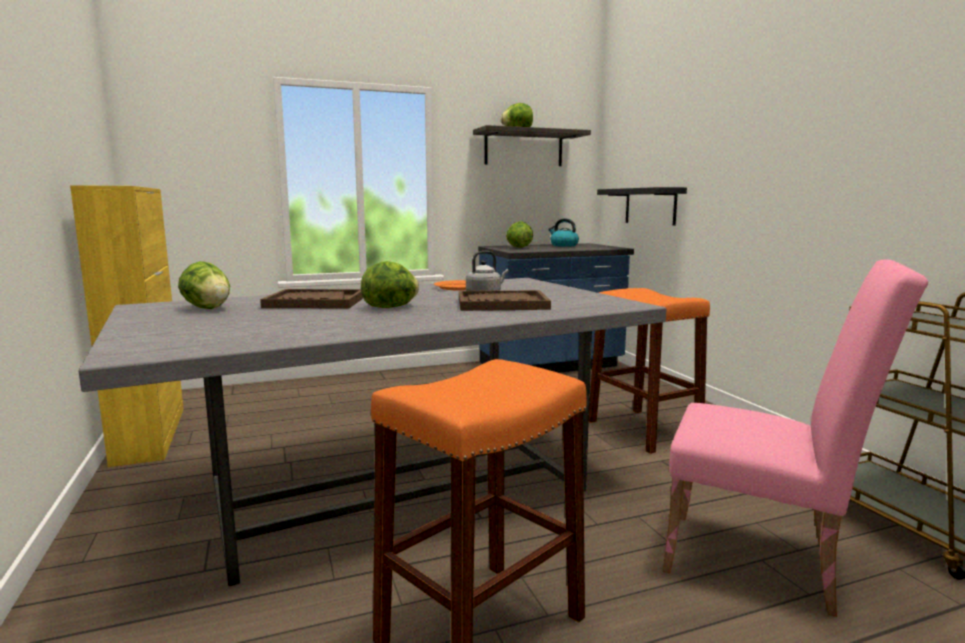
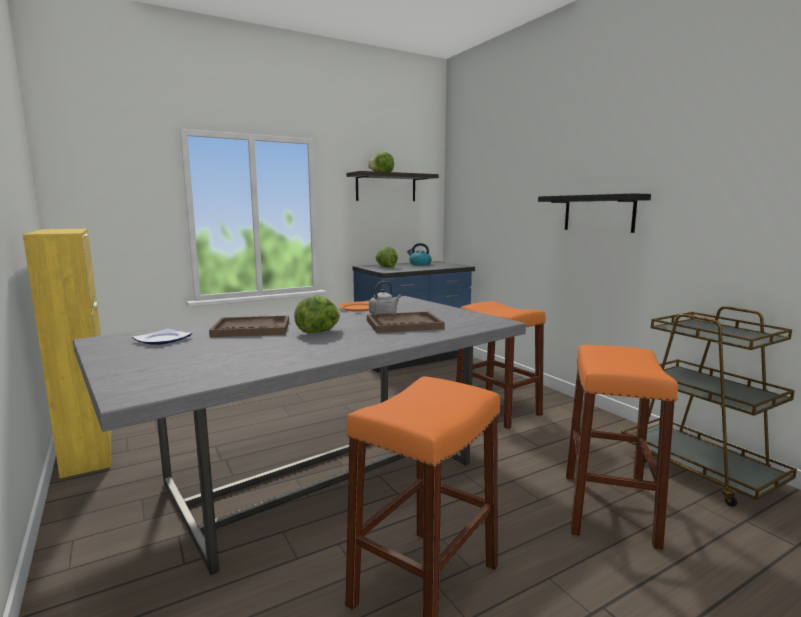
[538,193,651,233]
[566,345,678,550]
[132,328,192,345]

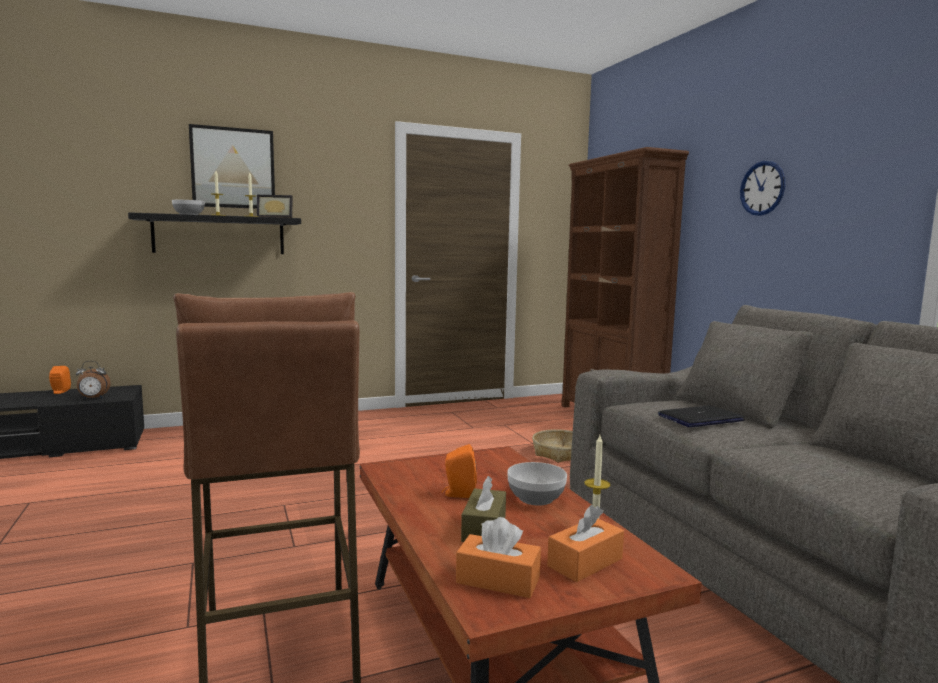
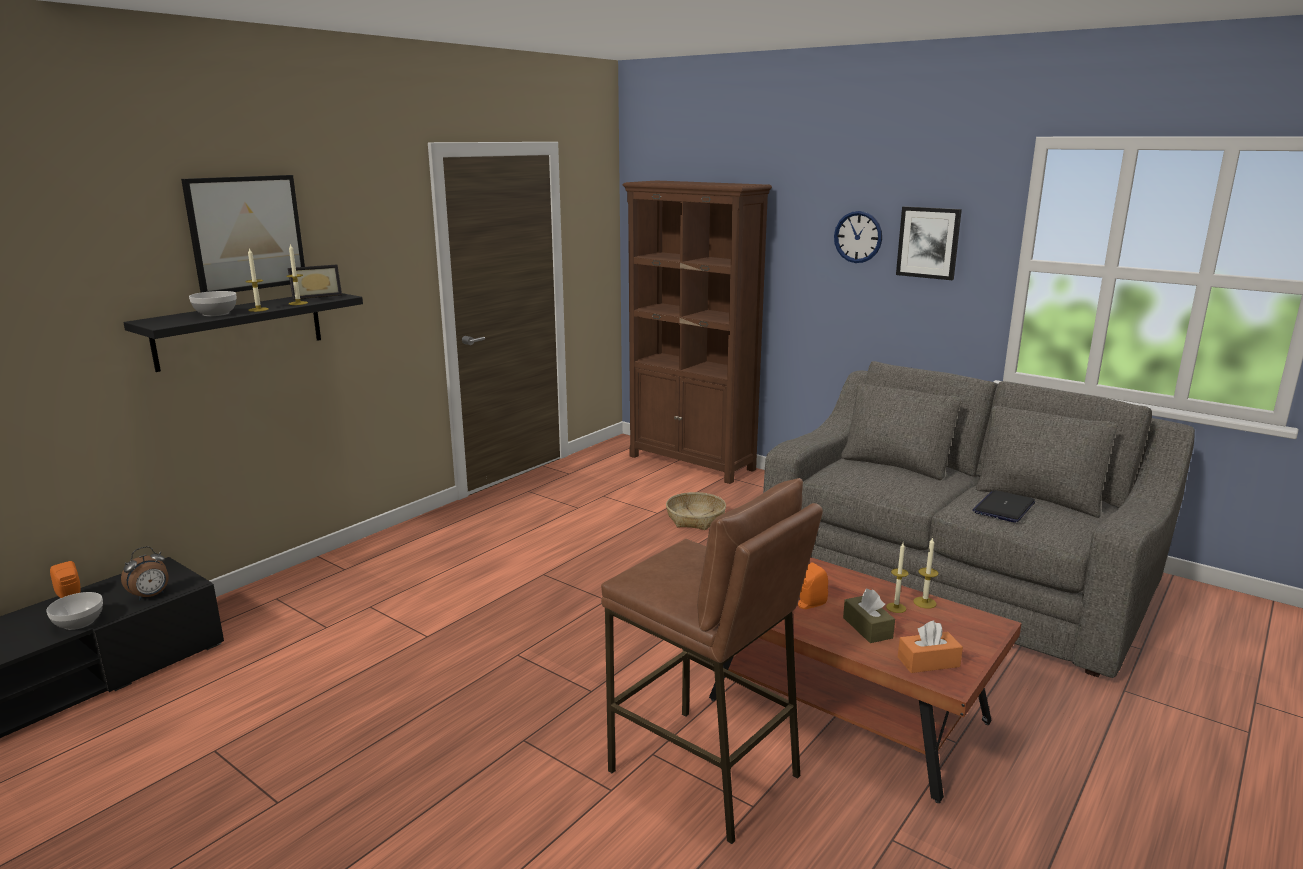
[972,490,1035,523]
[46,592,103,630]
[547,505,624,582] (first image)
[896,206,962,280]
[886,543,909,613]

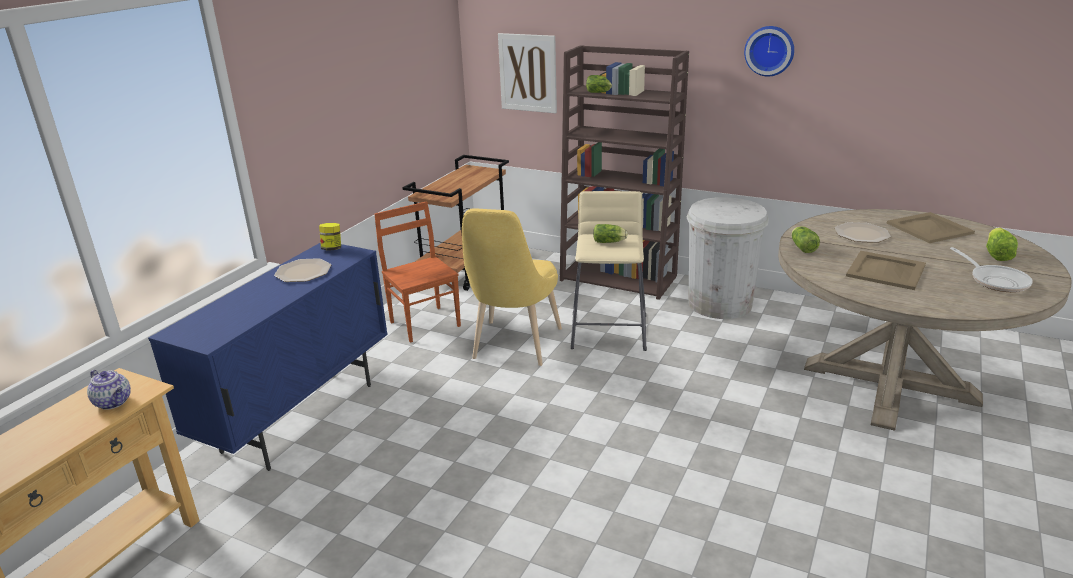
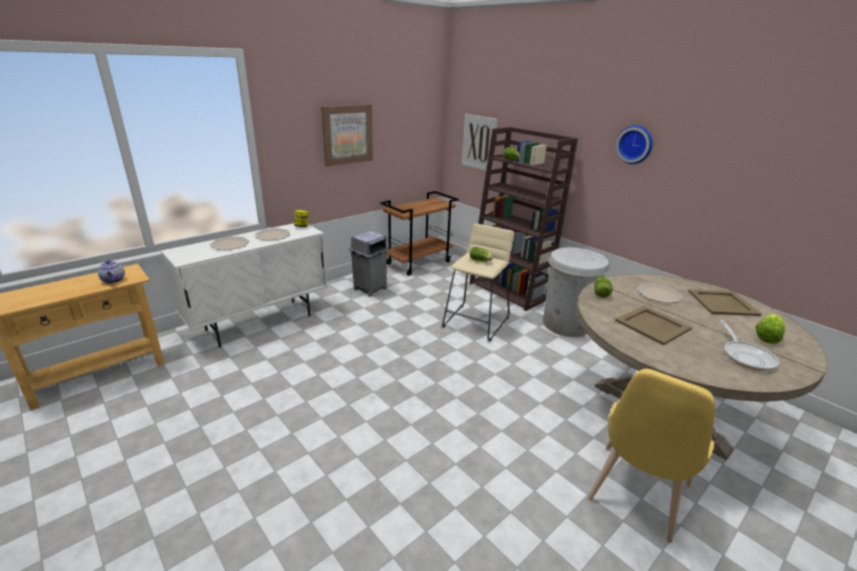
[349,231,389,297]
[587,369,715,543]
[161,223,328,348]
[321,104,373,166]
[210,236,249,250]

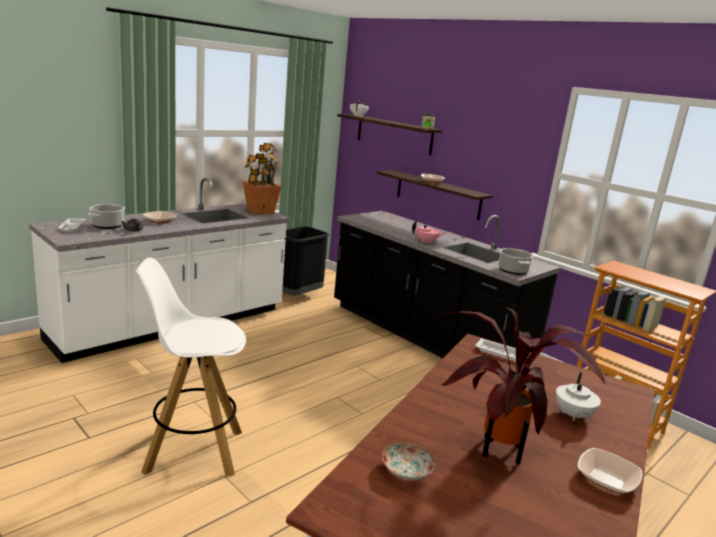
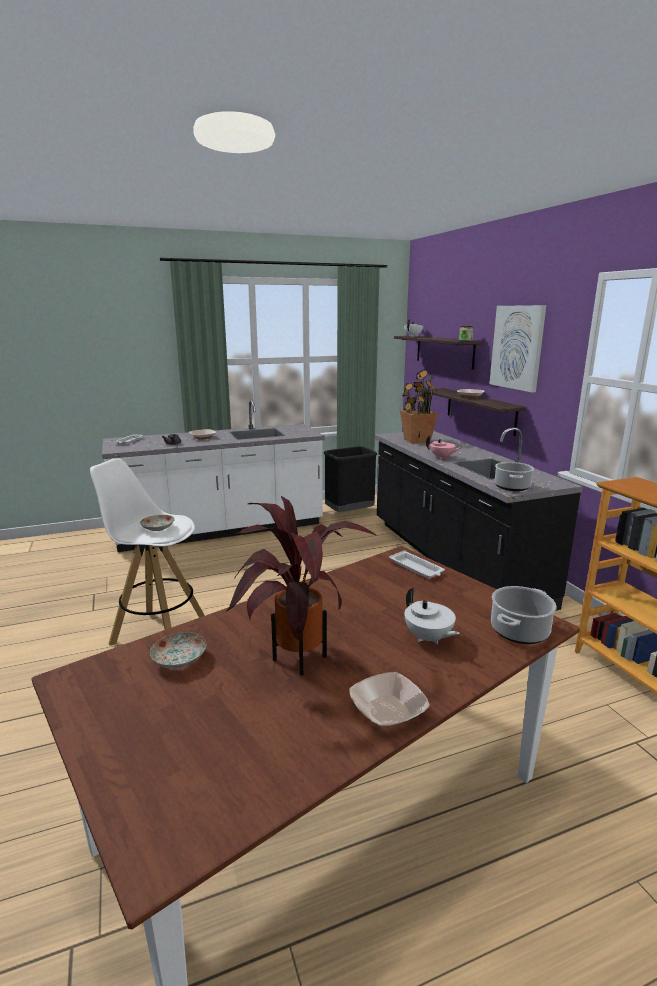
[400,370,438,444]
[491,586,557,644]
[405,588,459,644]
[489,305,546,392]
[140,515,175,531]

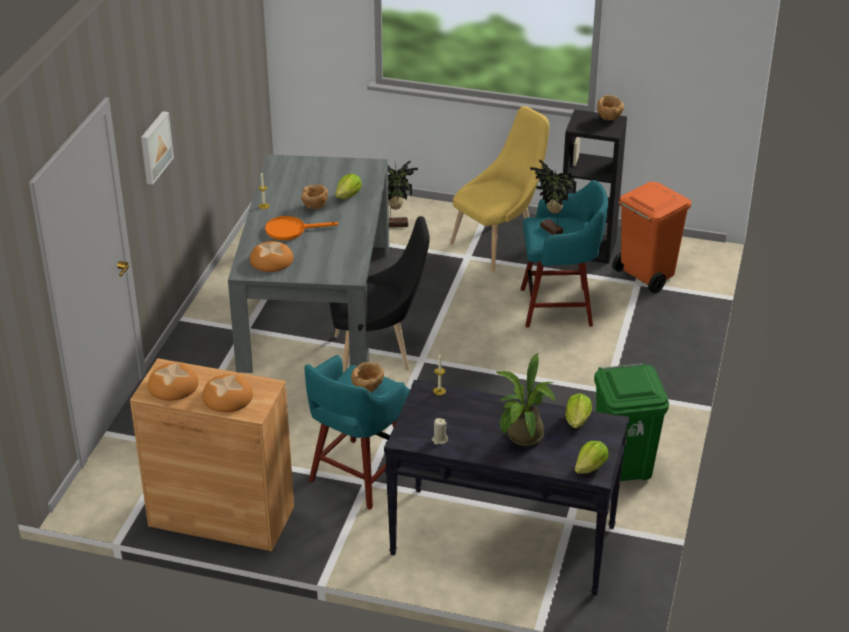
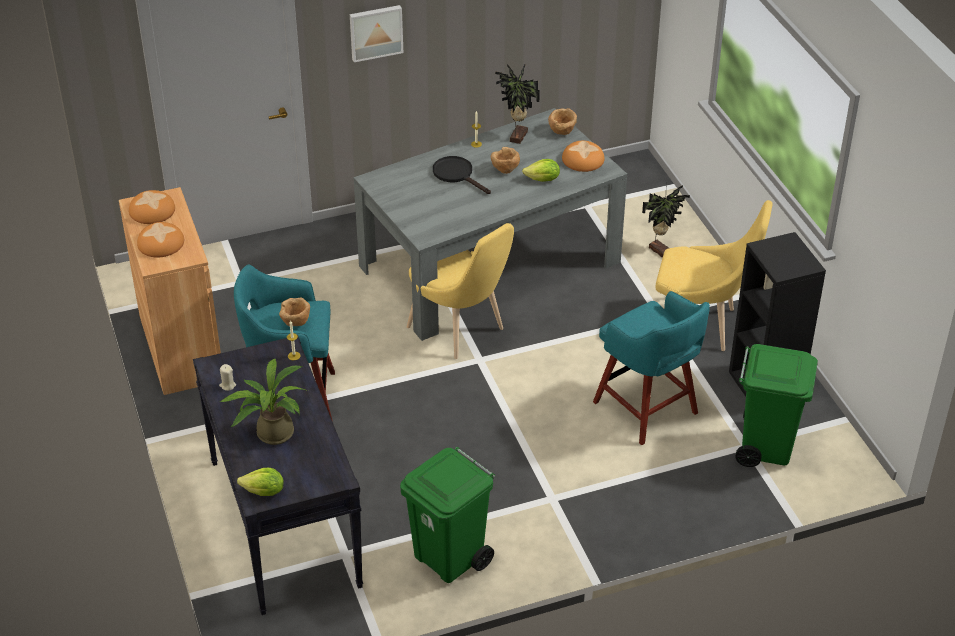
[548,108,577,135]
[495,63,540,144]
[735,344,818,467]
[433,156,491,194]
[407,223,514,359]
[562,141,605,172]
[565,393,592,428] (first image)

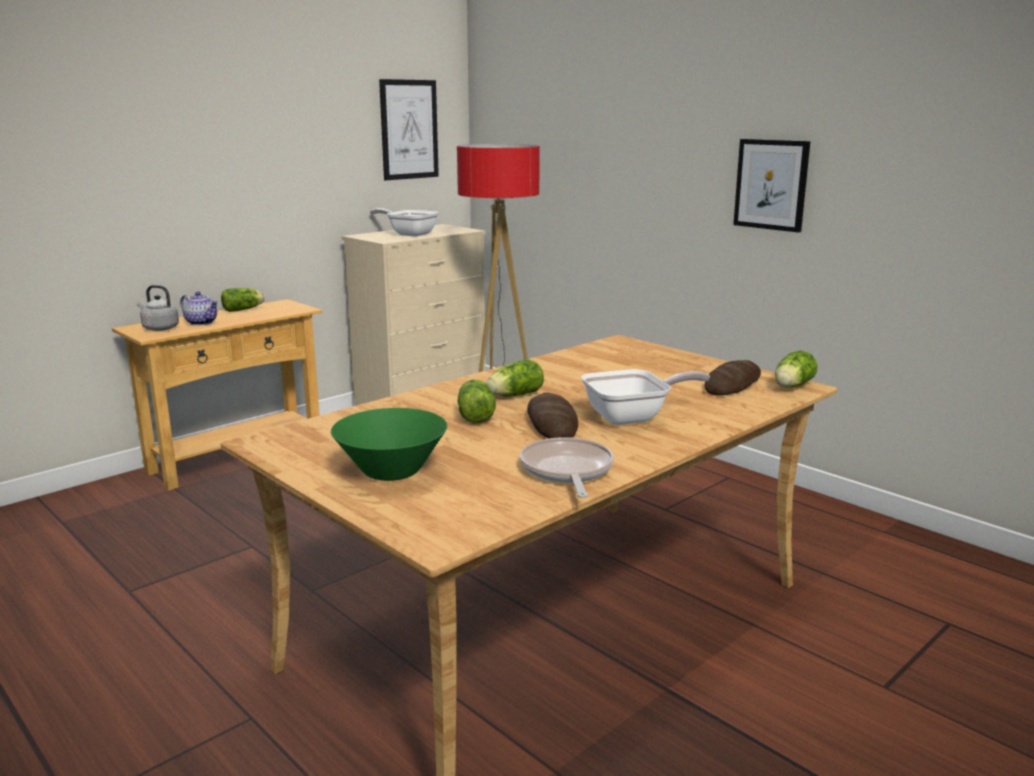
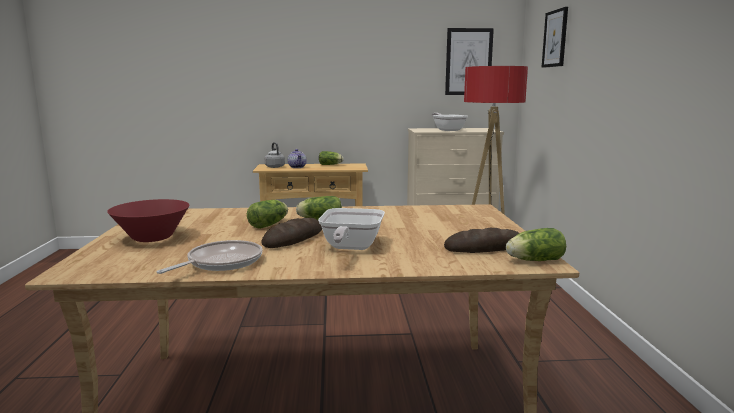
[541,7,568,68]
[318,208,385,250]
[107,199,190,242]

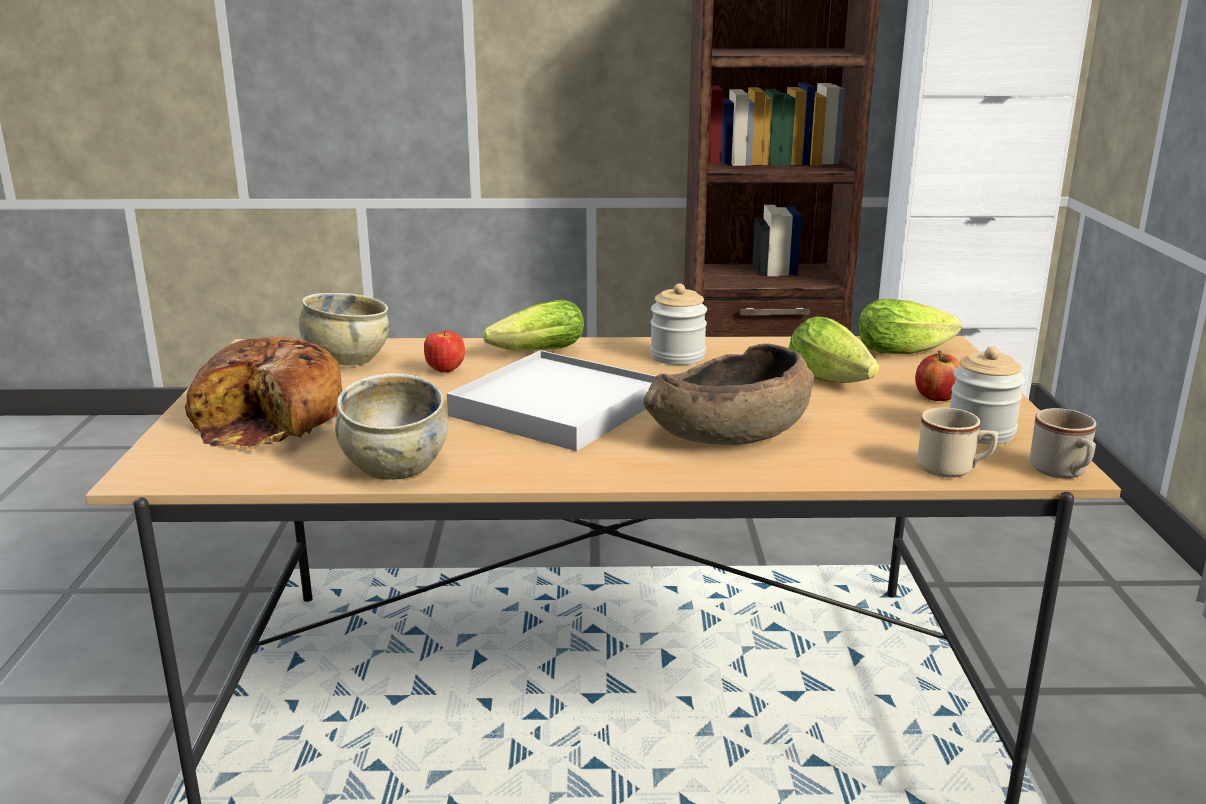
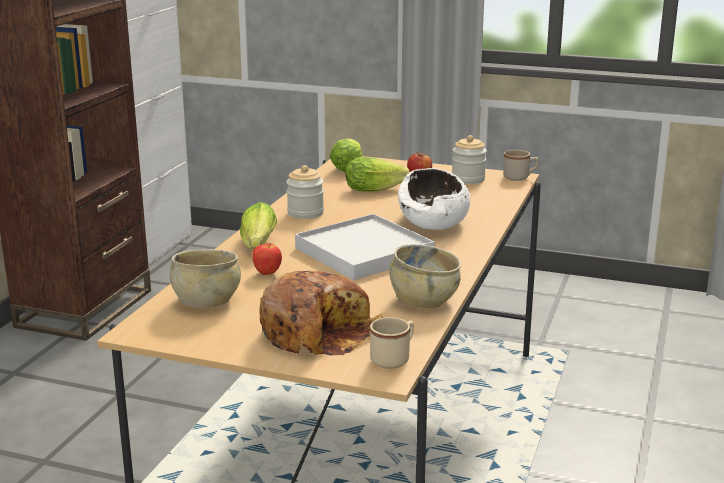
[398,168,470,230]
[370,317,414,369]

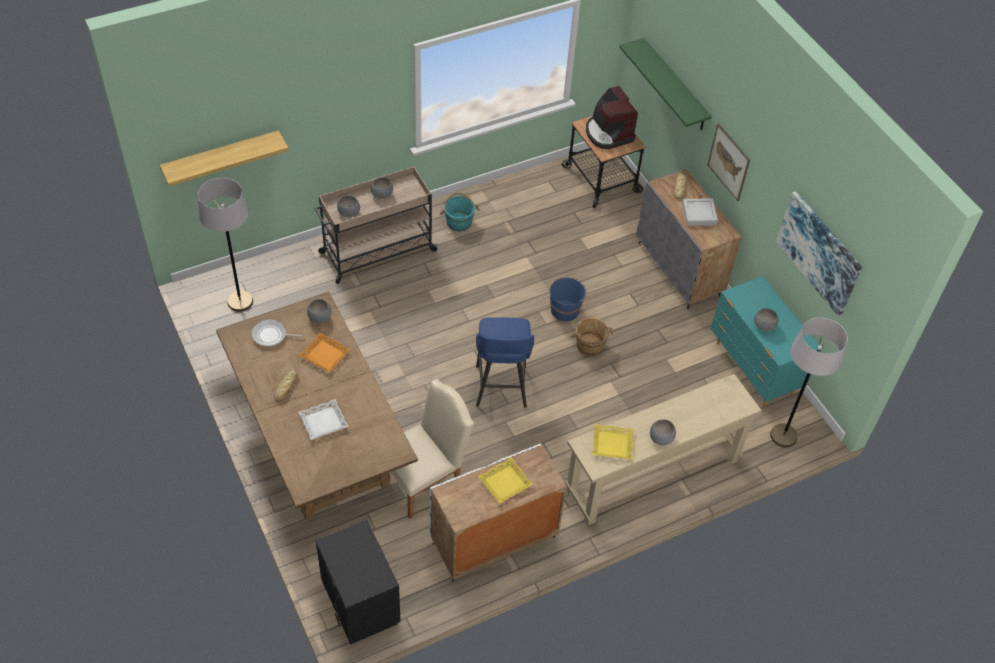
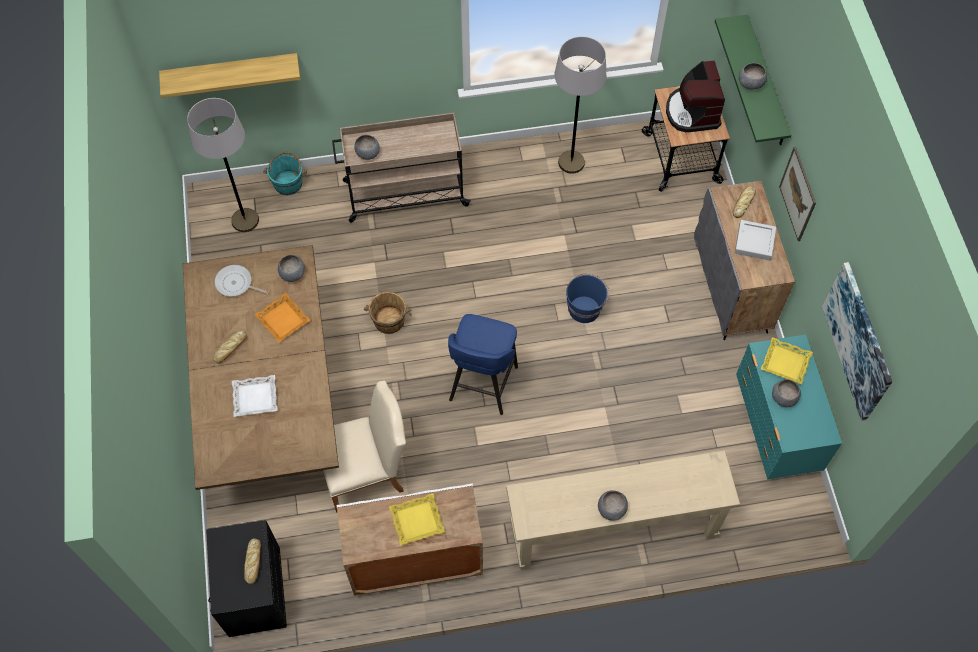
[739,63,767,90]
[263,152,308,195]
[554,36,606,174]
[364,292,412,334]
[761,337,813,384]
[244,538,261,584]

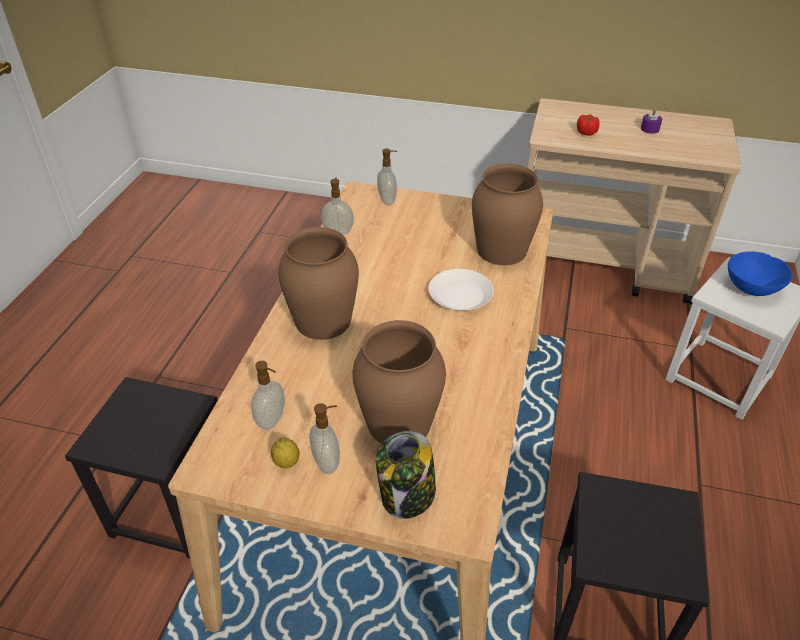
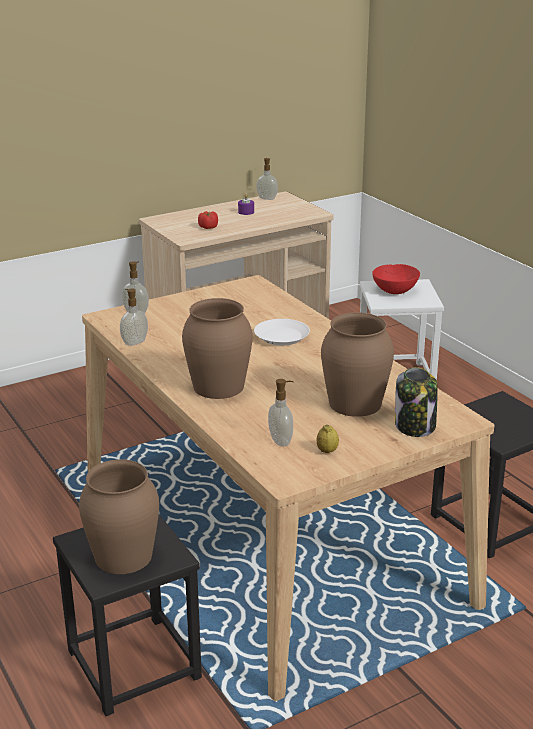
[79,459,159,574]
[372,264,420,294]
[256,158,278,200]

